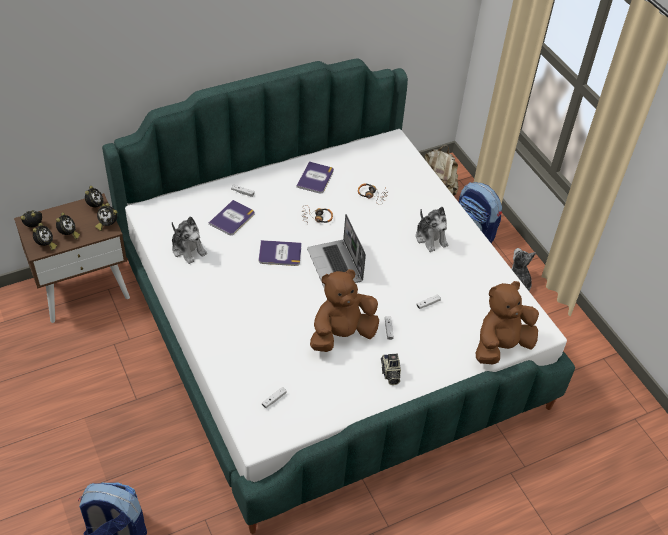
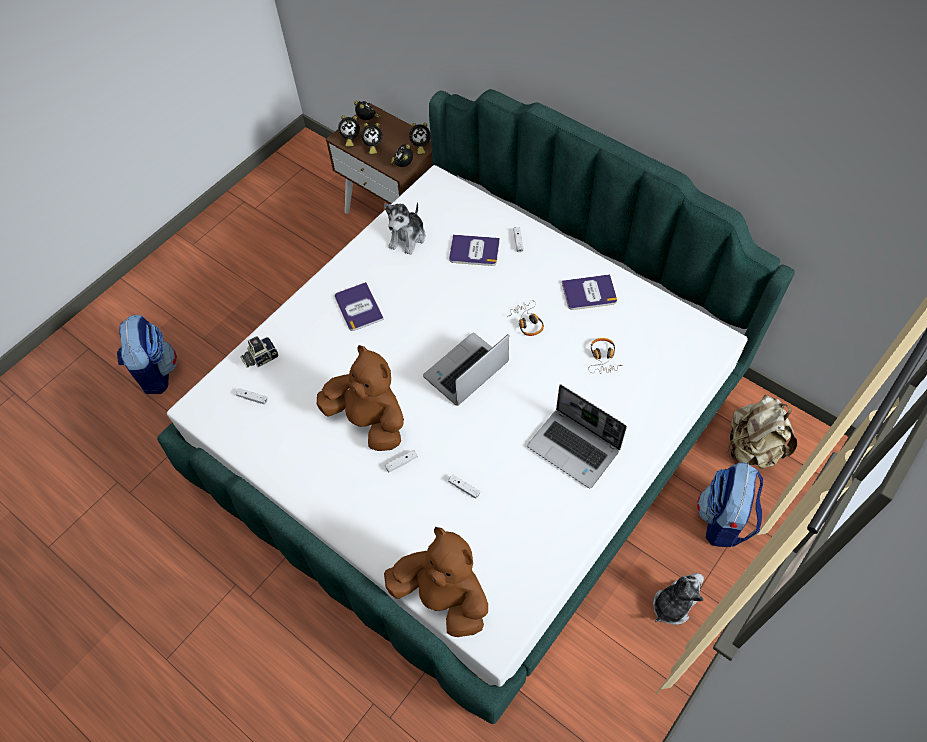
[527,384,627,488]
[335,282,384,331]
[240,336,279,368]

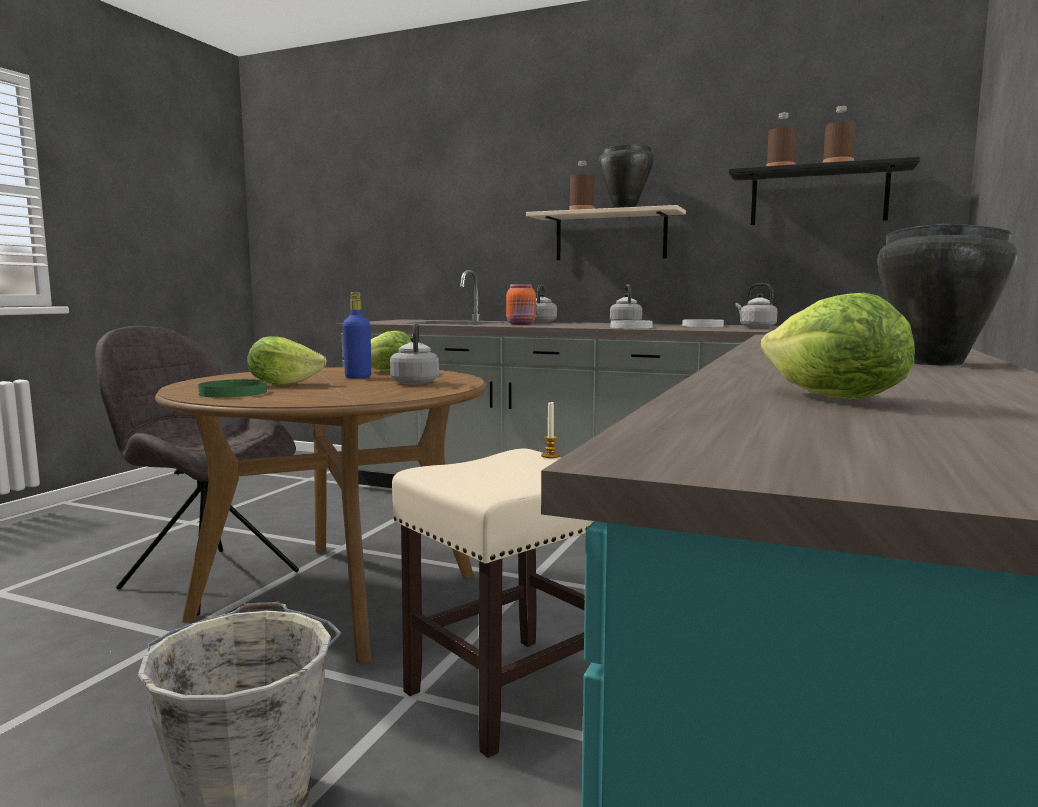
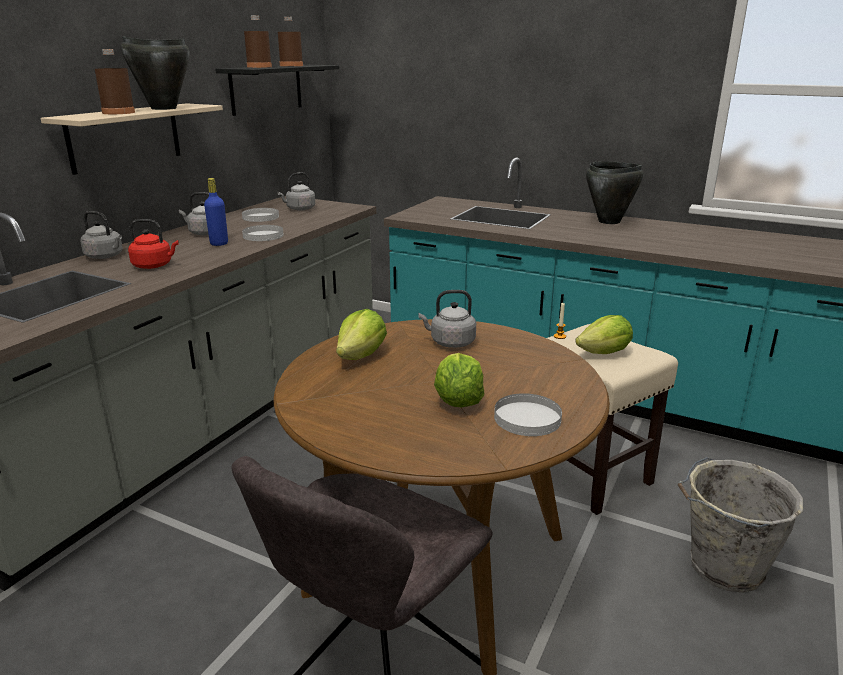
[128,219,179,269]
[204,178,228,246]
[575,315,633,354]
[494,393,562,436]

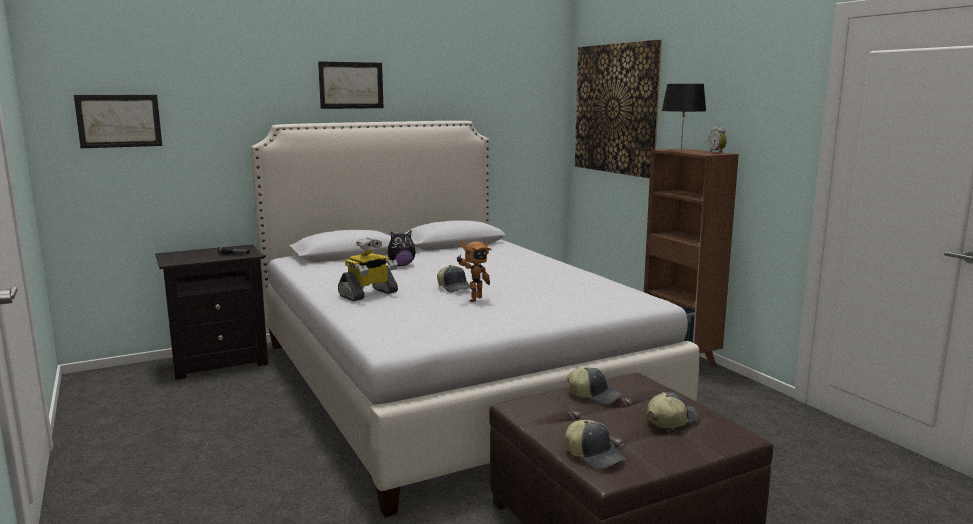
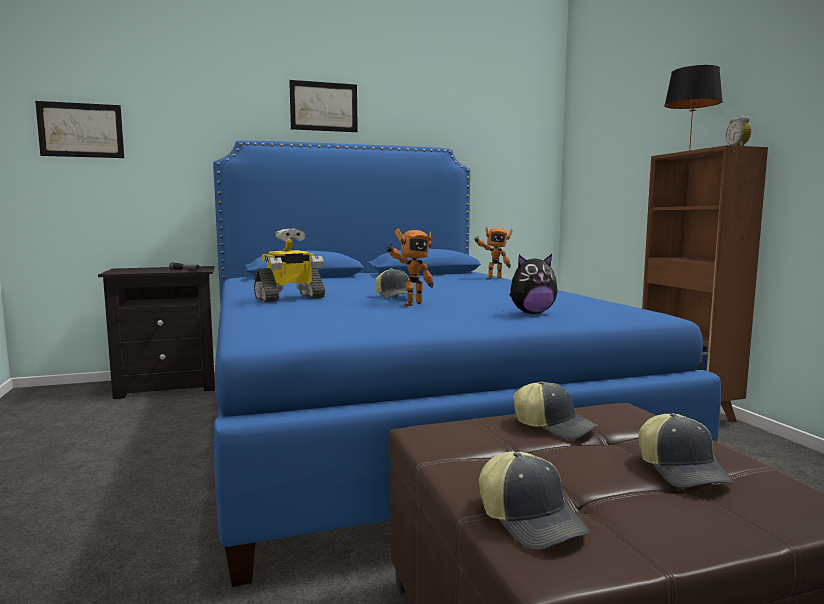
[575,40,662,178] (first image)
[213,140,721,587]
[510,254,558,314]
[639,413,734,488]
[474,227,512,279]

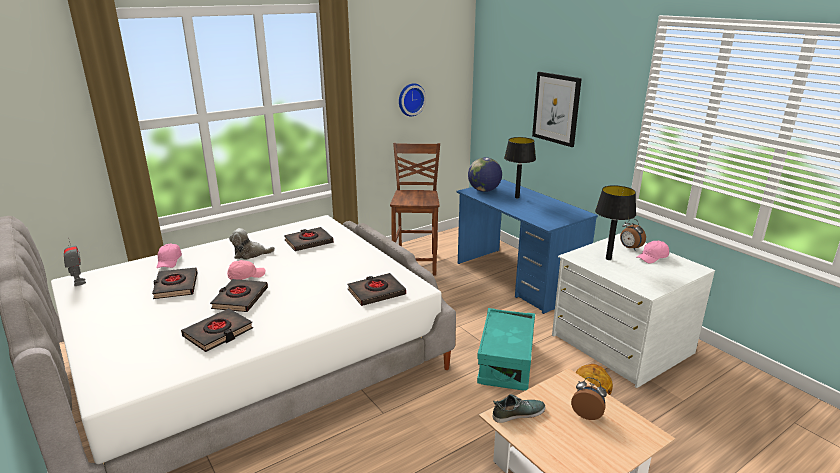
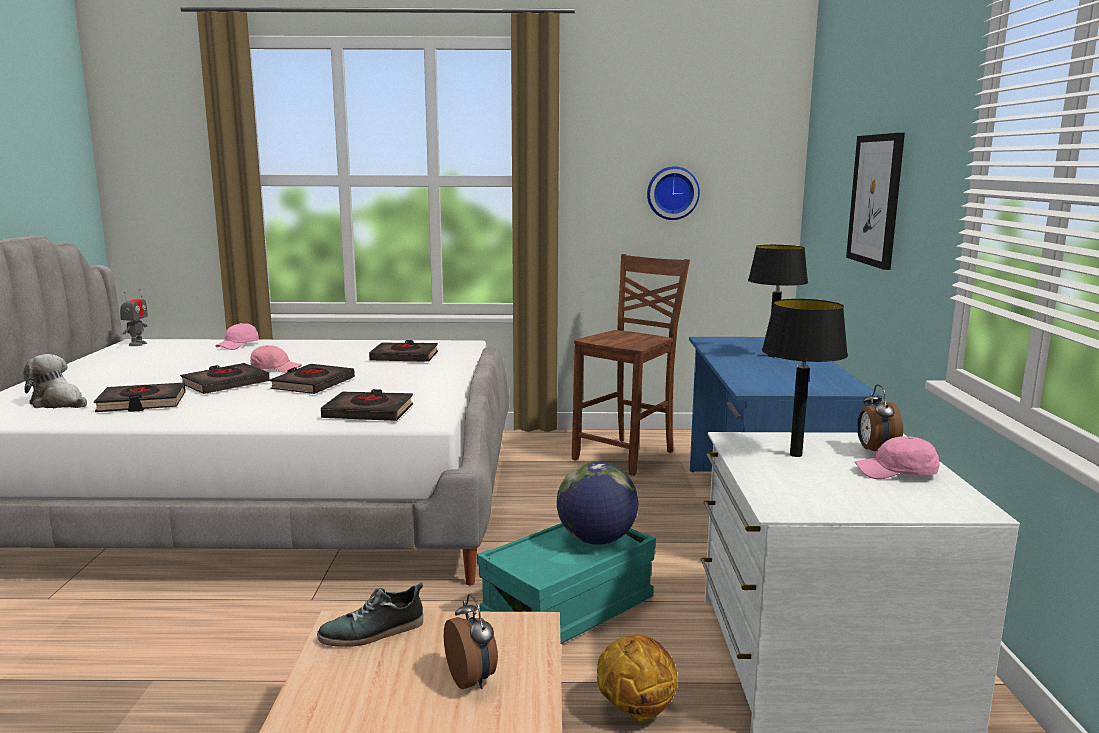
[557,462,638,545]
[23,354,87,408]
[270,364,355,394]
[317,582,423,647]

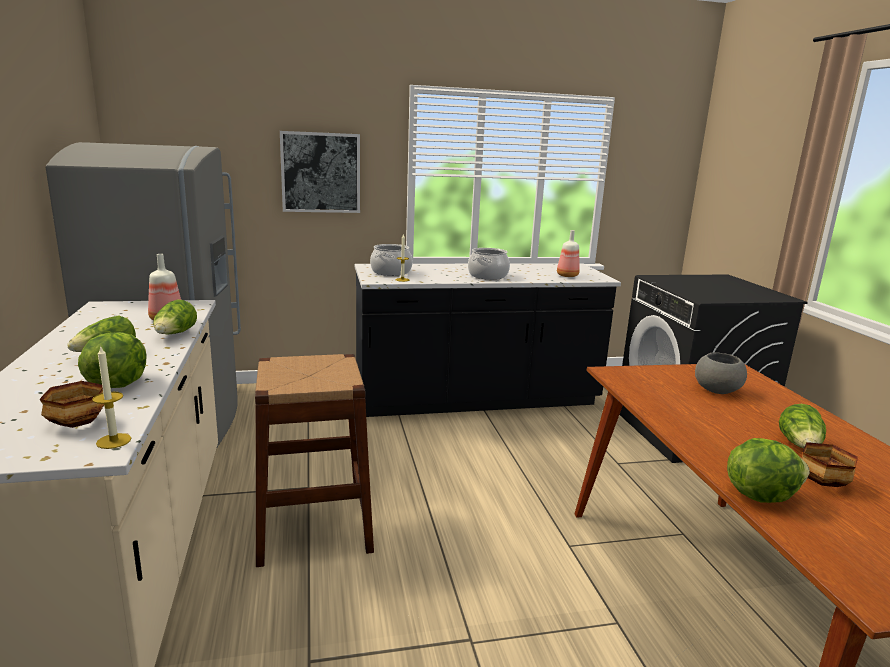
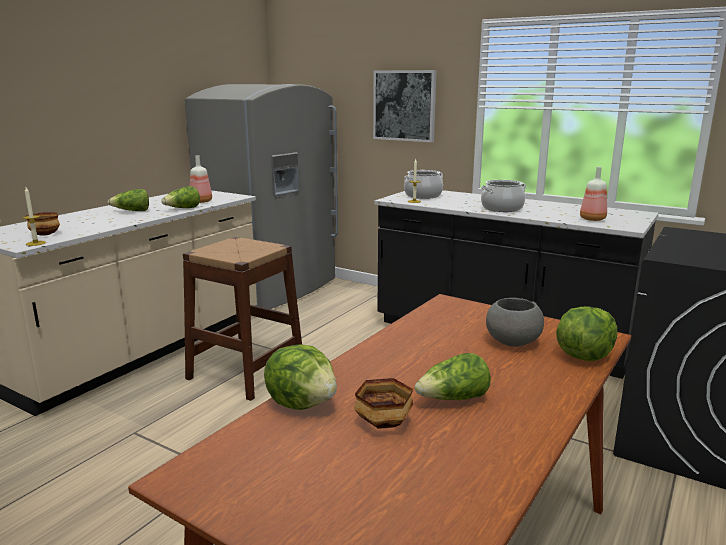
[556,306,617,361]

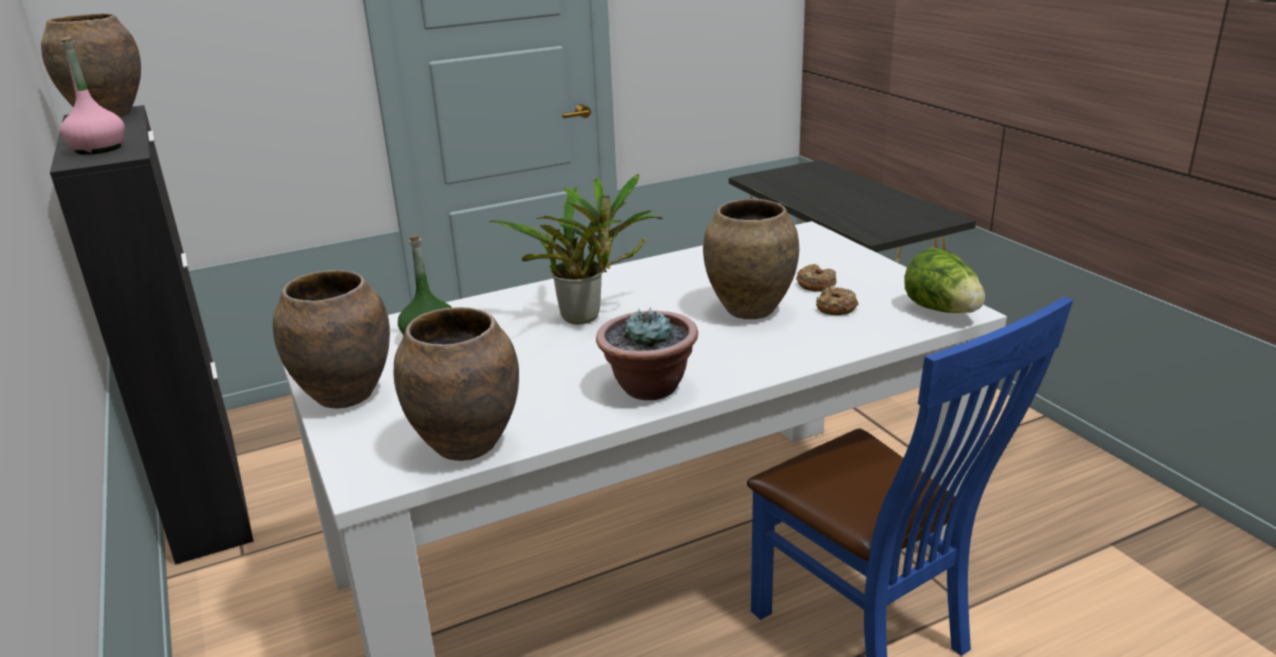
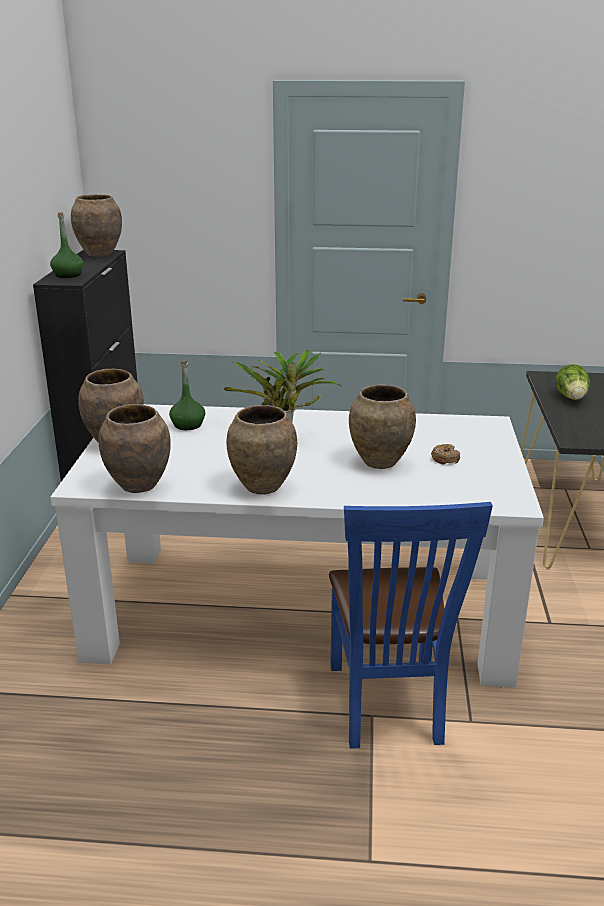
[50,212,84,278]
[555,364,590,400]
[816,287,858,315] (first image)
[226,405,297,494]

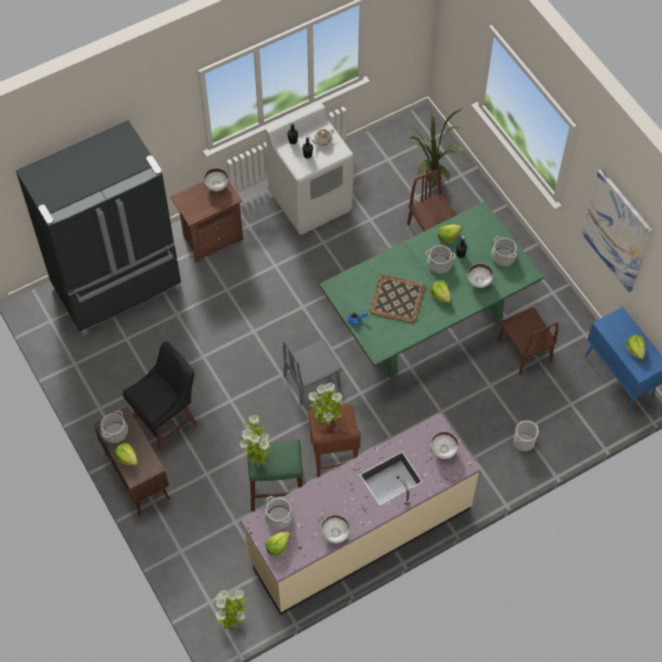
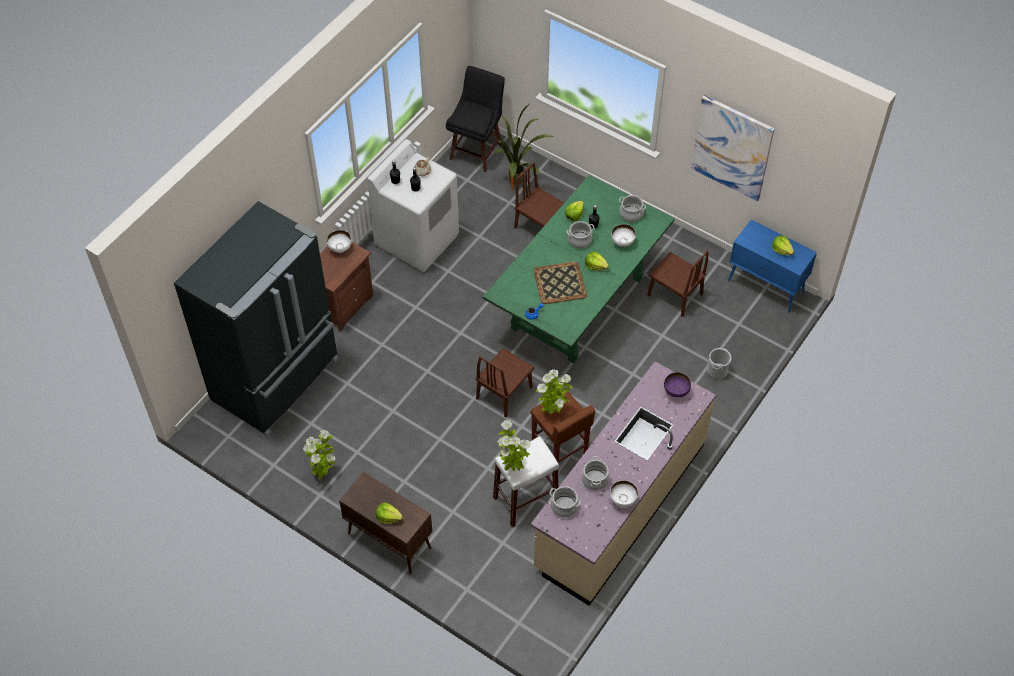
[475,348,534,418]
[446,66,505,172]
[581,456,609,491]
[664,372,691,398]
[493,436,559,527]
[265,531,290,556] (first image)
[303,430,336,480]

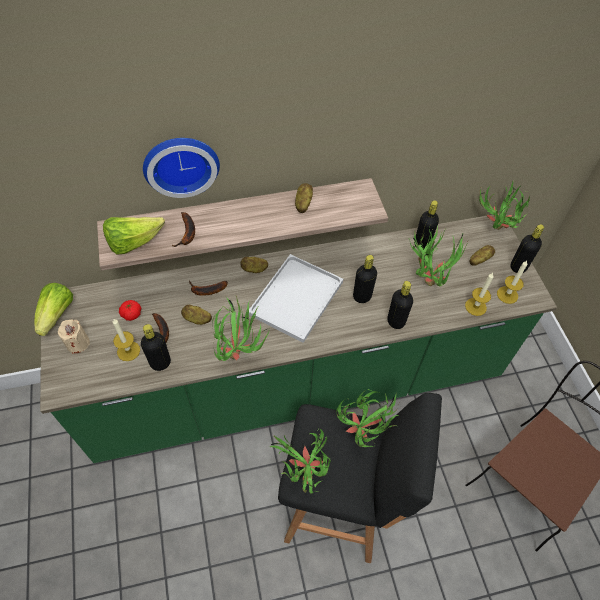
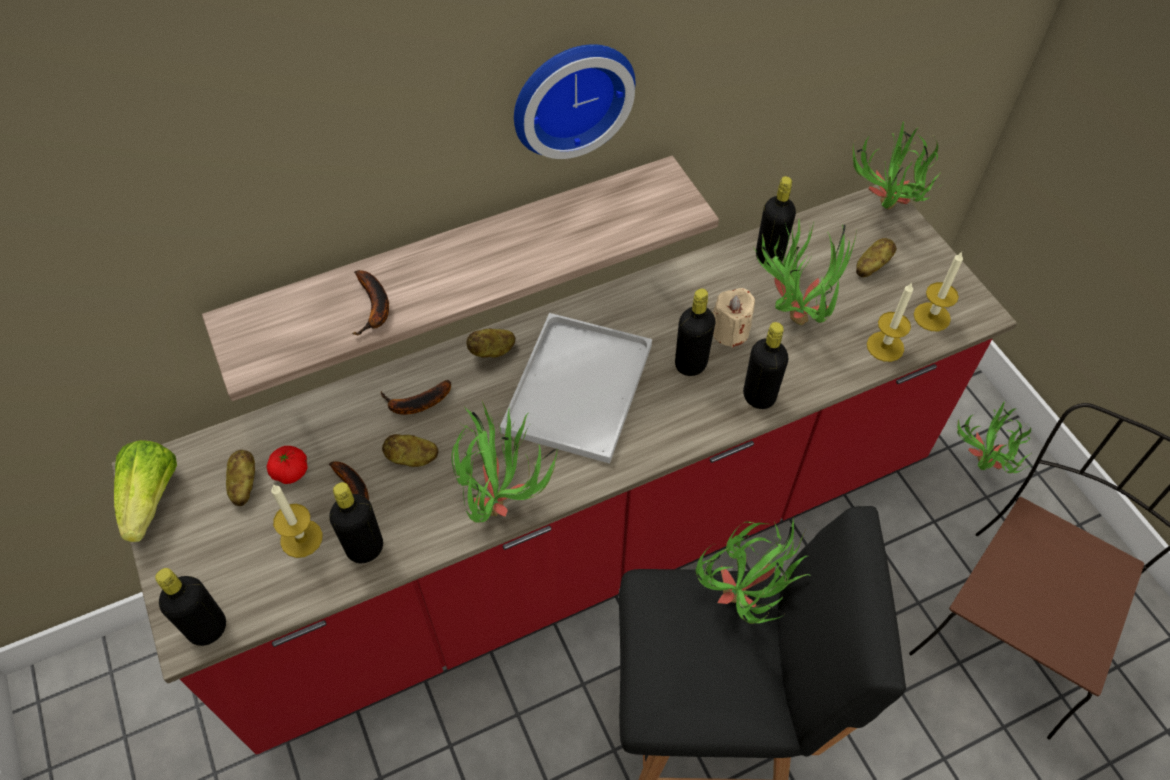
[514,44,635,159]
[226,450,255,506]
[111,180,1017,755]
[103,217,165,254] (first image)
[155,568,226,646]
[713,288,755,348]
[957,402,1032,473]

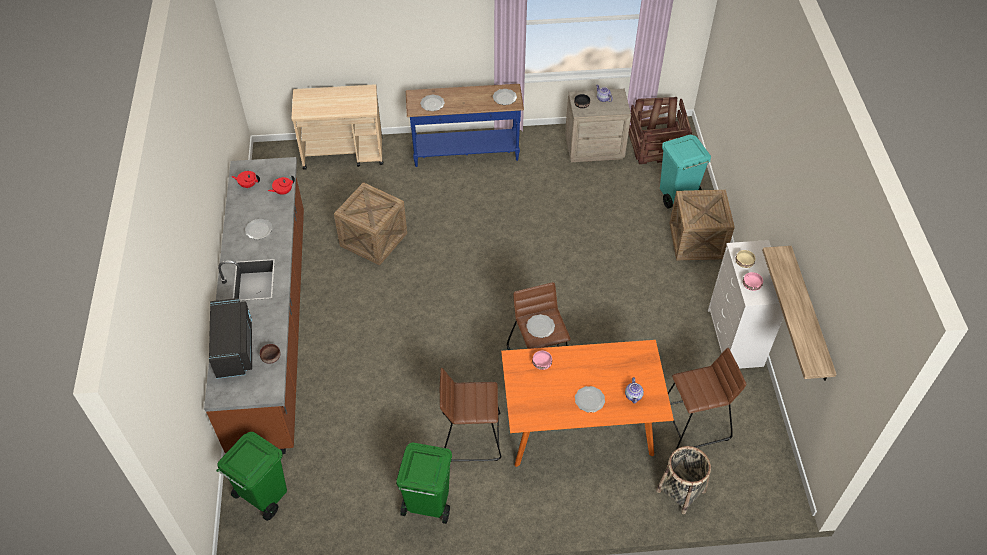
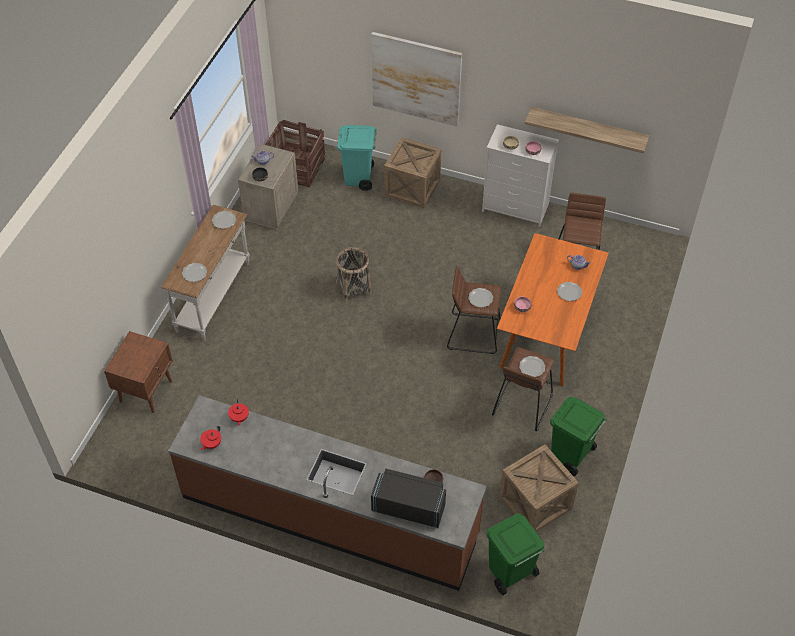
[104,331,173,413]
[161,205,250,341]
[499,444,579,532]
[519,356,545,377]
[336,247,372,302]
[371,32,462,126]

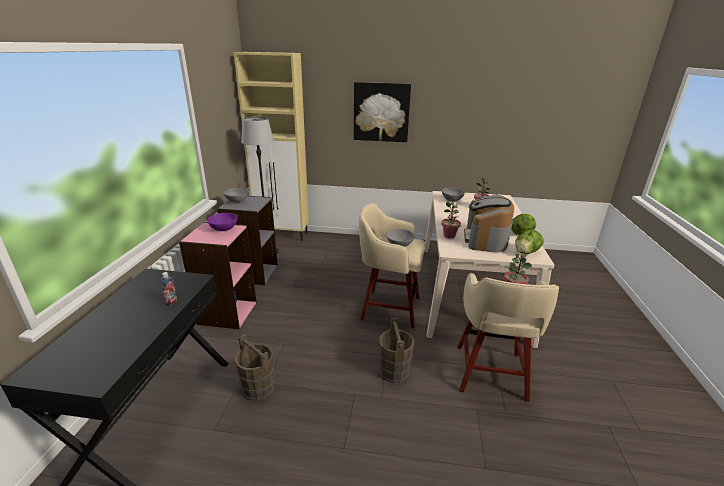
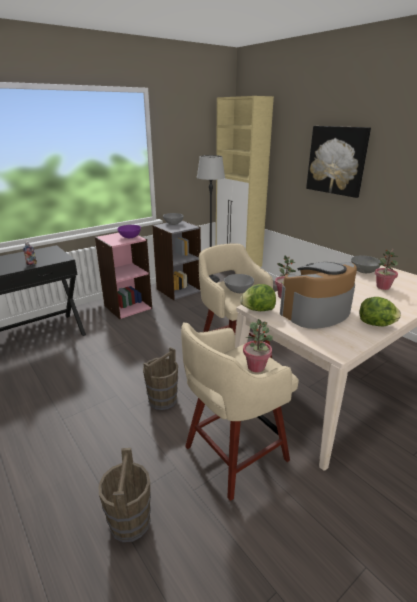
[240,284,276,311]
[98,448,151,542]

